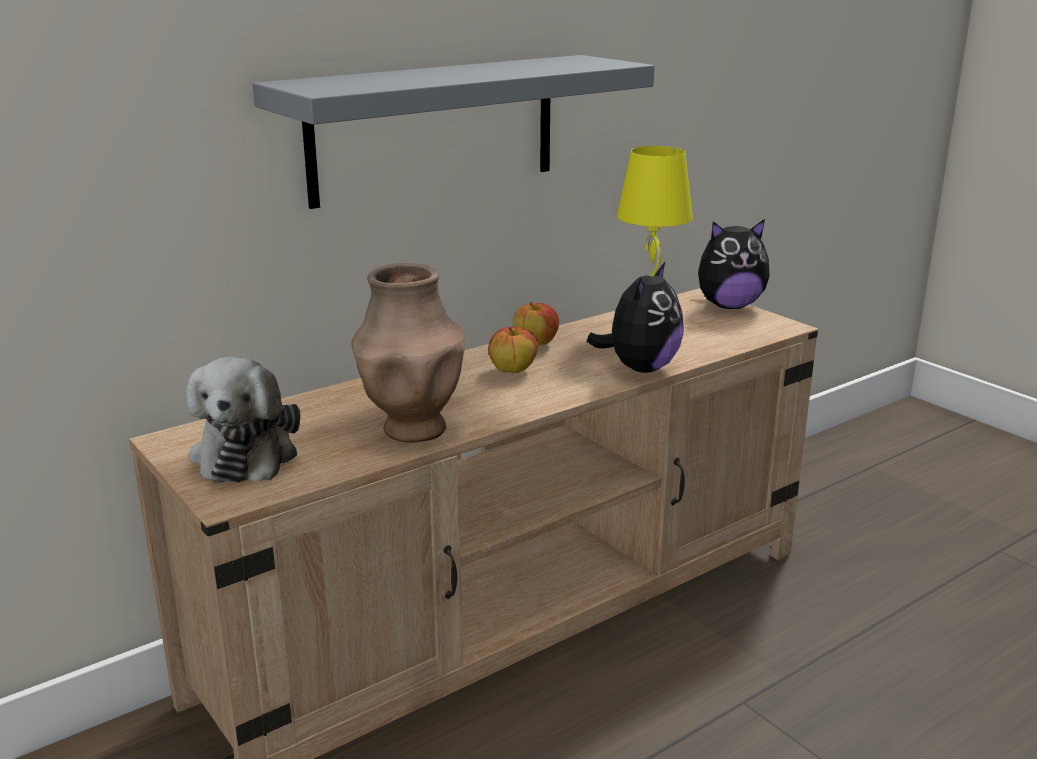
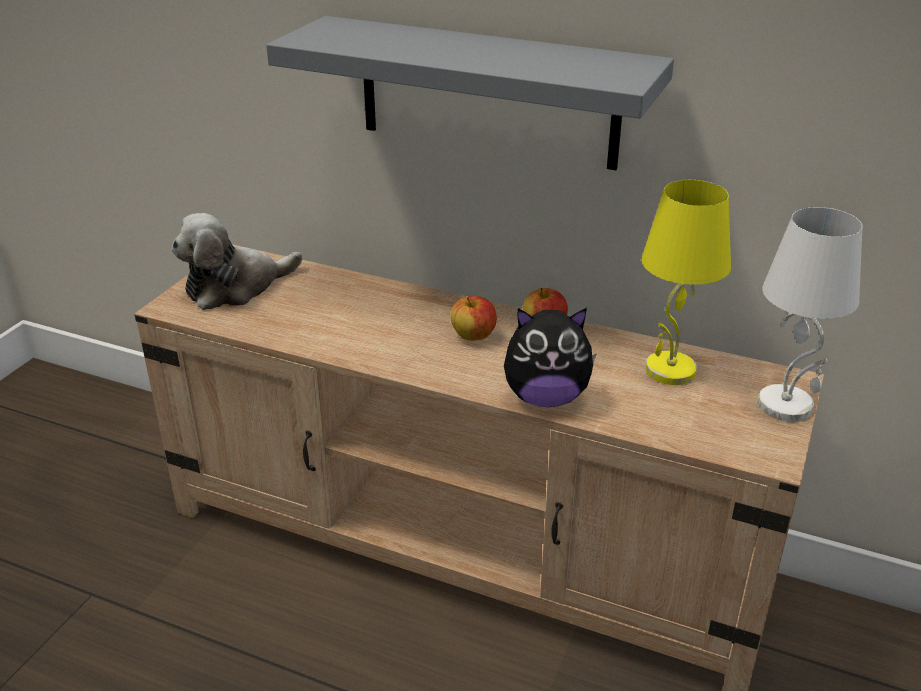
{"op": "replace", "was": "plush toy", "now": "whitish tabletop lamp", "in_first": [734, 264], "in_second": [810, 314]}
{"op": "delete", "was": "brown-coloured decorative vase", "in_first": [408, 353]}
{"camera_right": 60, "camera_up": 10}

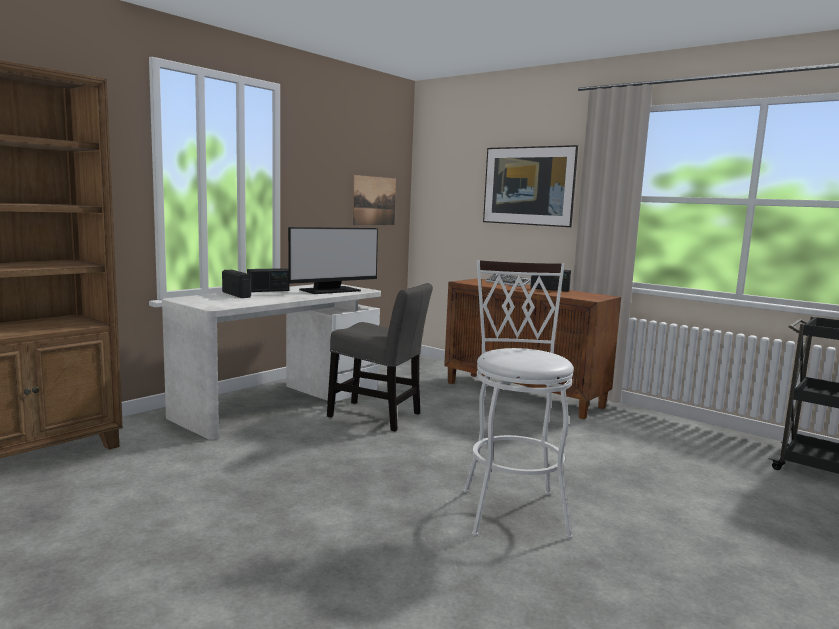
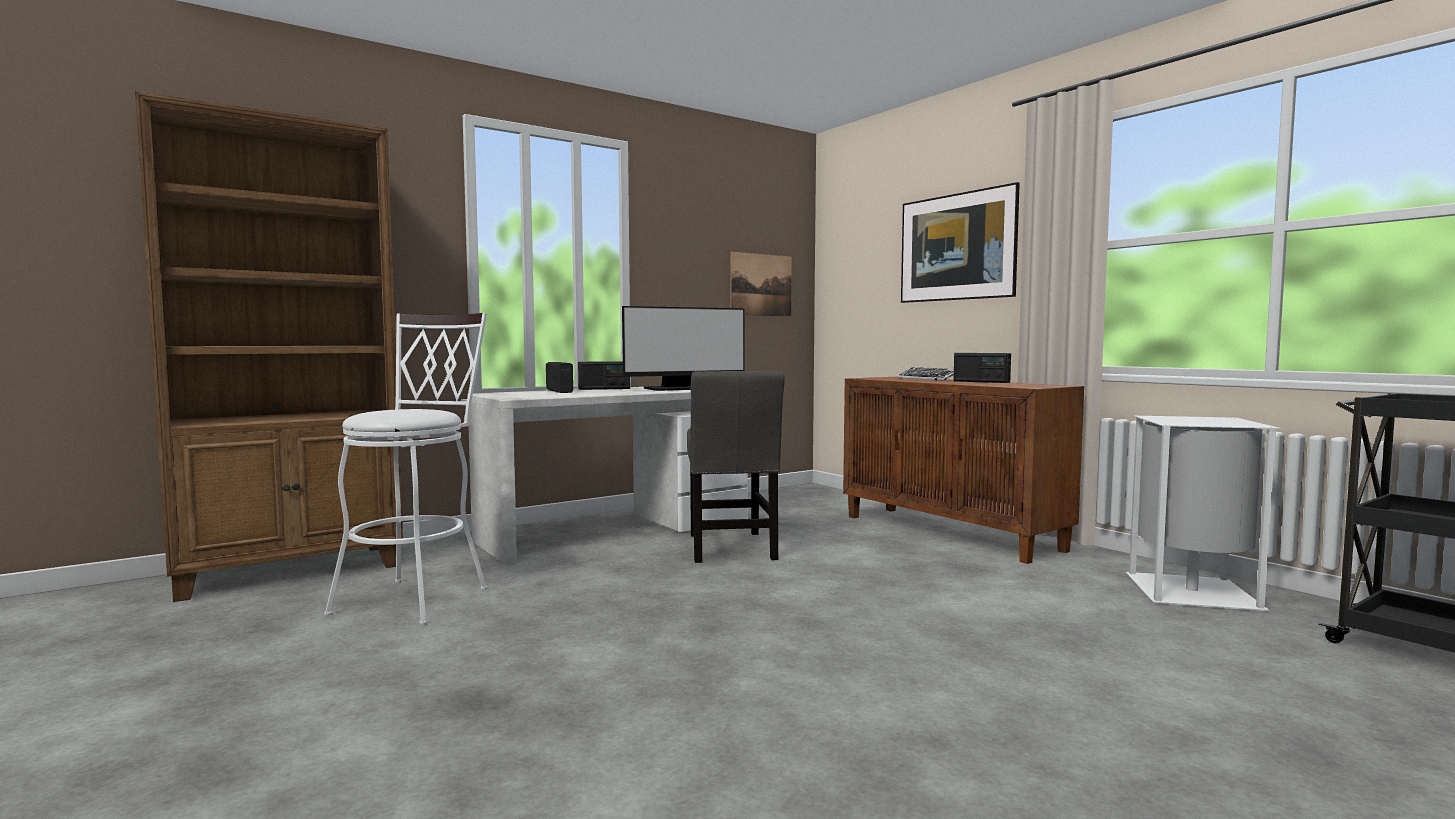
{"op": "move", "was": "whitish stool seat", "in_first": [519, 399], "in_second": [406, 469]}
{"op": "rotate", "was": "grey chair", "in_first": [380, 357], "in_second": [736, 467], "clockwise": 45}
{"op": "insert", "now": "whitish rubbish bin", "in_second": [1203, 513]}
{"camera_right": 15, "camera_up": -5}

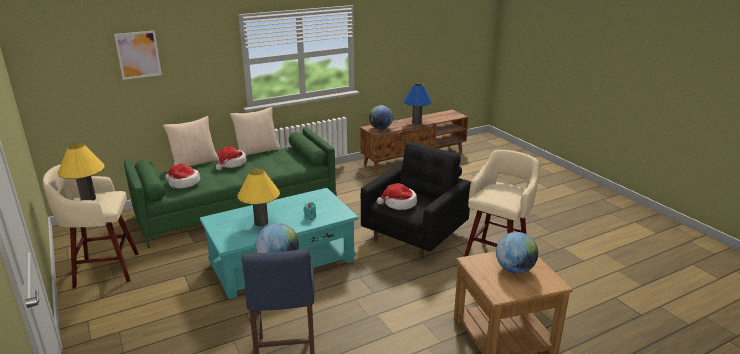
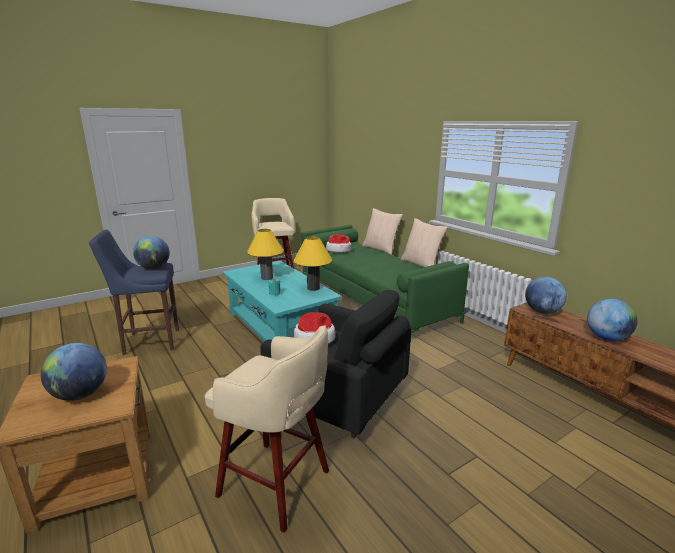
{"op": "delete", "was": "wall art", "in_first": [138, 55]}
{"op": "replace", "was": "blue-coloured tabletop lamp", "now": "globe", "in_first": [417, 104], "in_second": [612, 319]}
{"op": "move", "was": "yellow-coloured tabletop lamp", "in_first": [81, 172], "in_second": [312, 263]}
{"op": "delete", "was": "wearable hat", "in_first": [231, 158]}
{"camera_right": 85, "camera_up": -5}

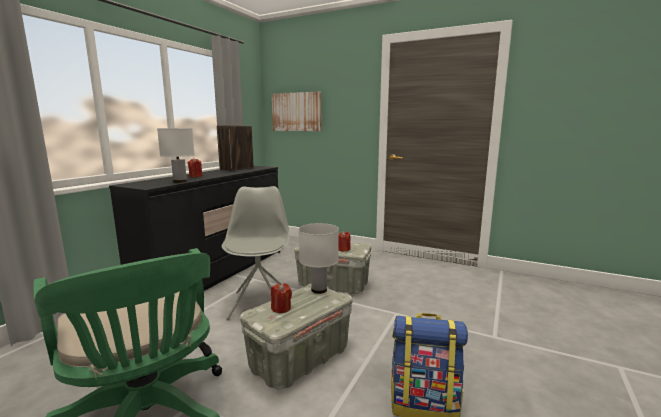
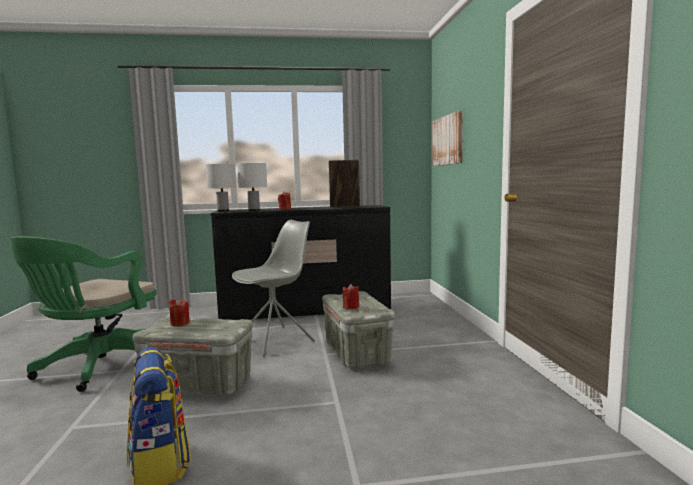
{"op": "move", "was": "whitish tabletop lamp", "in_first": [319, 258], "in_second": [221, 188]}
{"camera_right": 55, "camera_up": -5}

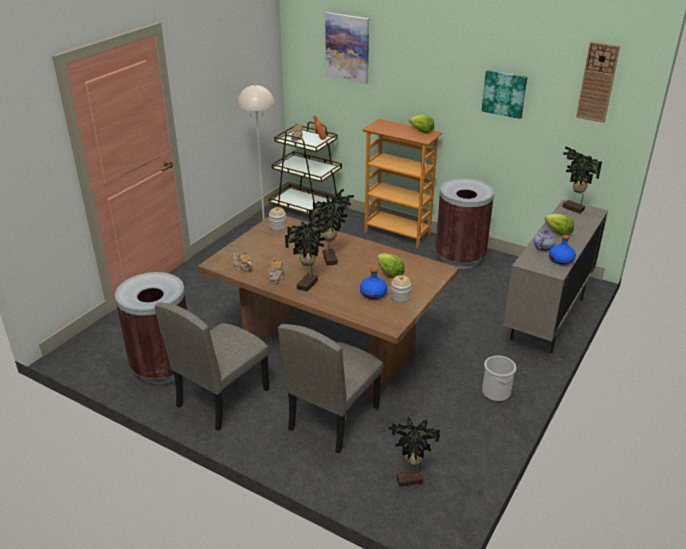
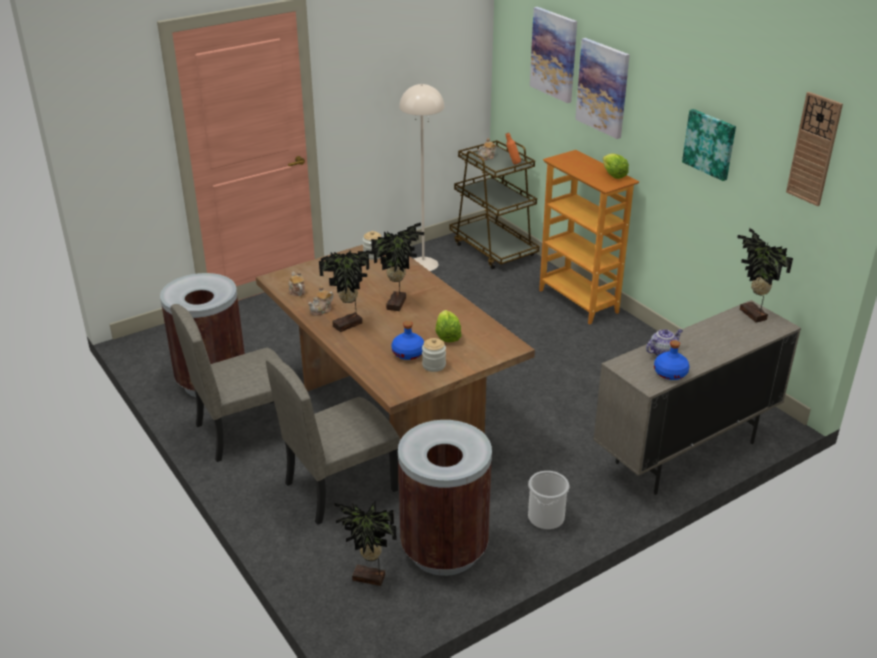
{"op": "move", "was": "brown-coloured rubbish bin", "in_first": [464, 223], "in_second": [445, 498]}
{"op": "delete", "was": "lettuce head", "in_first": [559, 224]}
{"op": "insert", "now": "wall art", "in_second": [602, 88]}
{"camera_right": 25, "camera_up": 0}

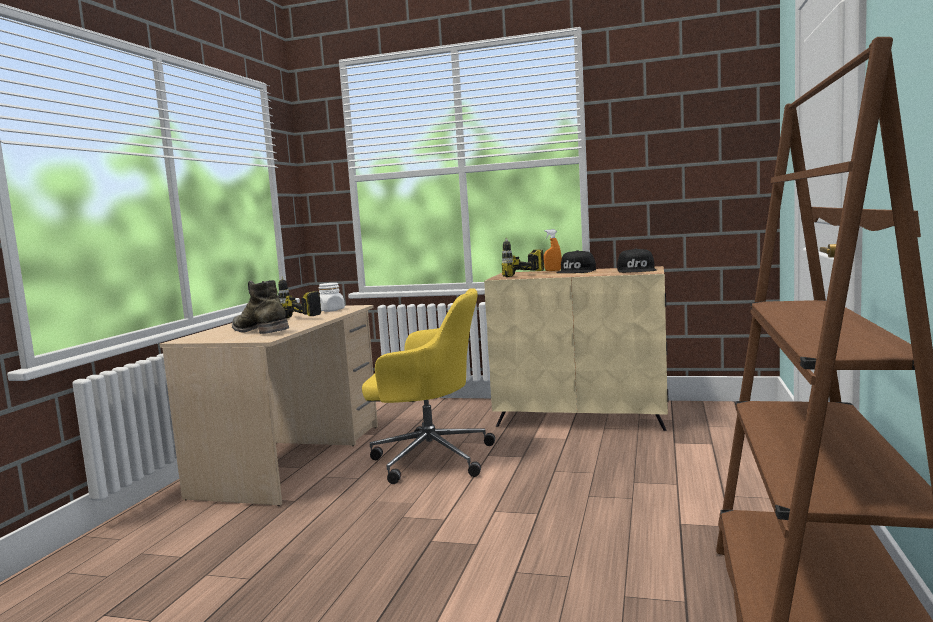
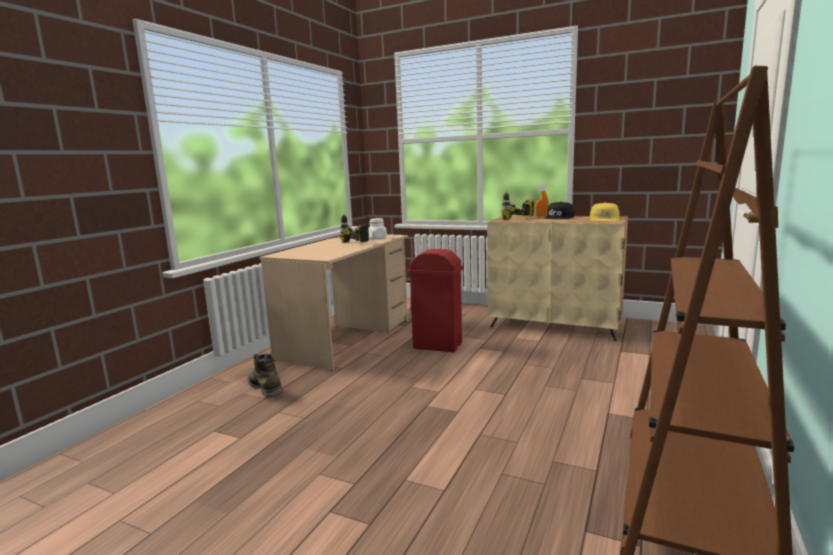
{"op": "recolor", "was": "black-coloured cap", "now": "yellow-coloured cap", "in_first": [636, 260], "in_second": [605, 211]}
{"op": "move", "was": "green boot", "in_first": [260, 307], "in_second": [265, 375]}
{"op": "replace", "was": "yellow-coloured desk chair", "now": "reddish rubbish bin", "in_first": [428, 386], "in_second": [435, 300]}
{"camera_right": 10, "camera_up": 5}

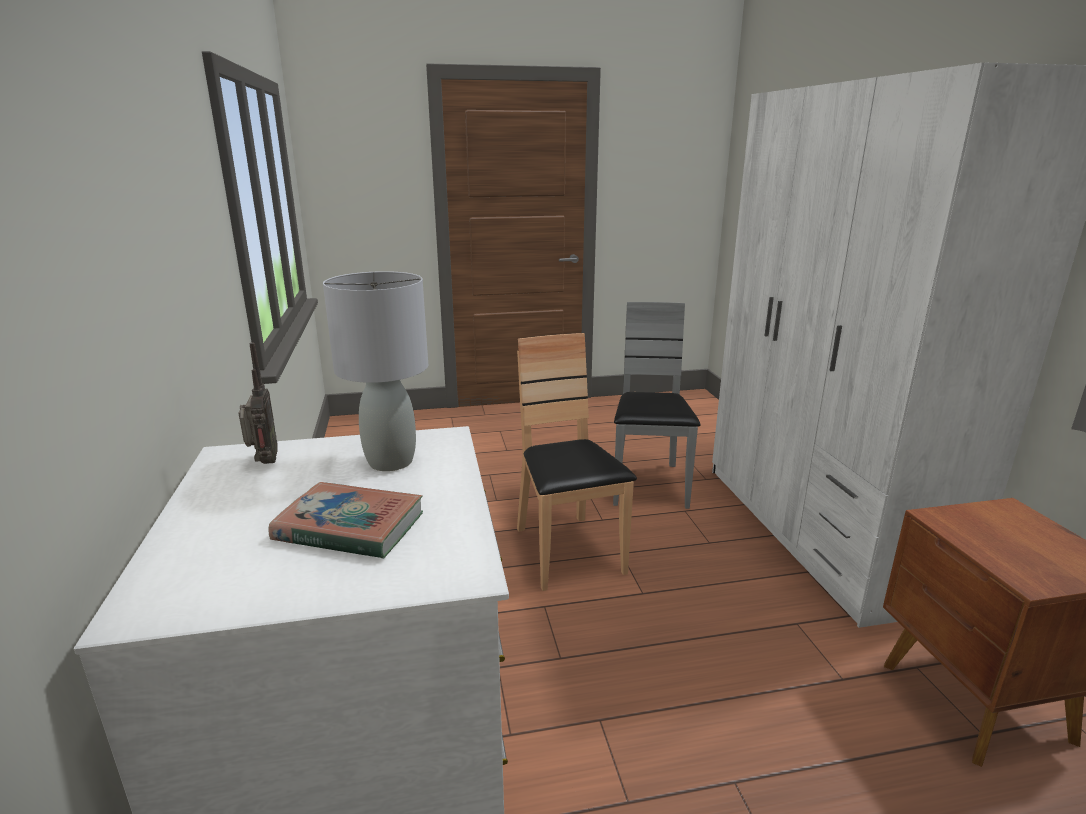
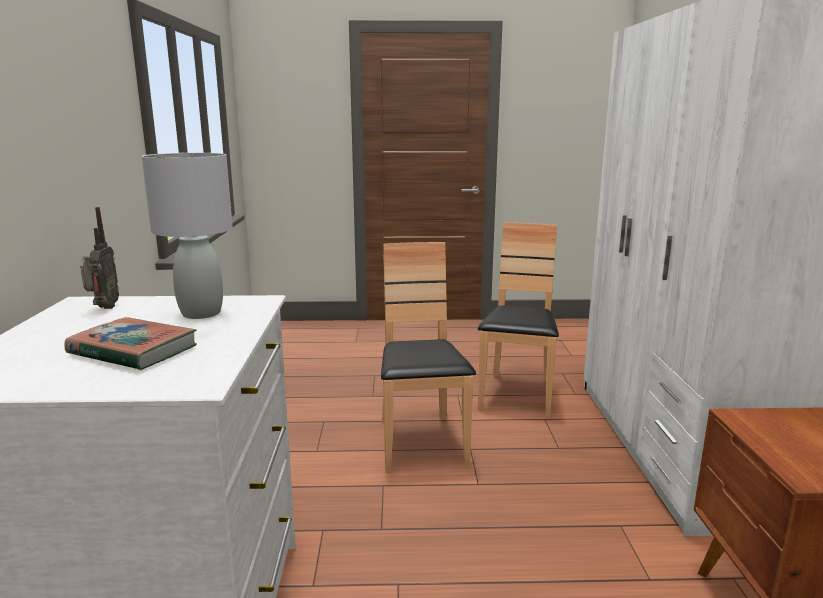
{"op": "recolor", "was": "grey chair", "now": "brown-coloured chair", "in_first": [657, 405], "in_second": [518, 320]}
{"camera_right": 10, "camera_up": -5}

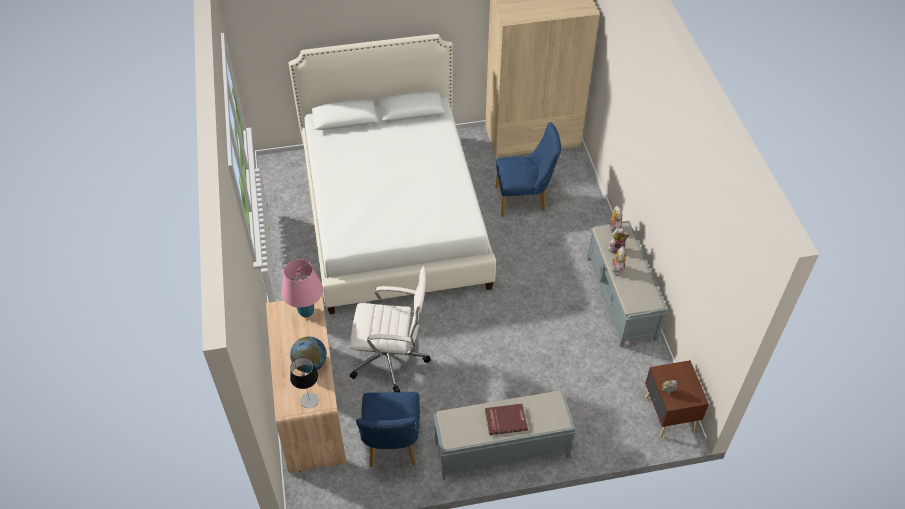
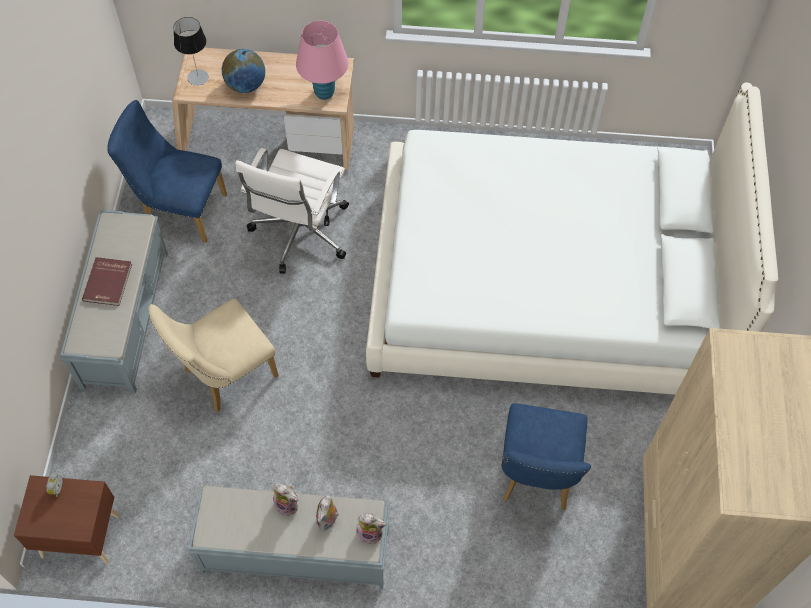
{"op": "insert", "now": "sand-coloured chair", "in_second": [213, 355]}
{"camera_right": 105, "camera_up": 10}

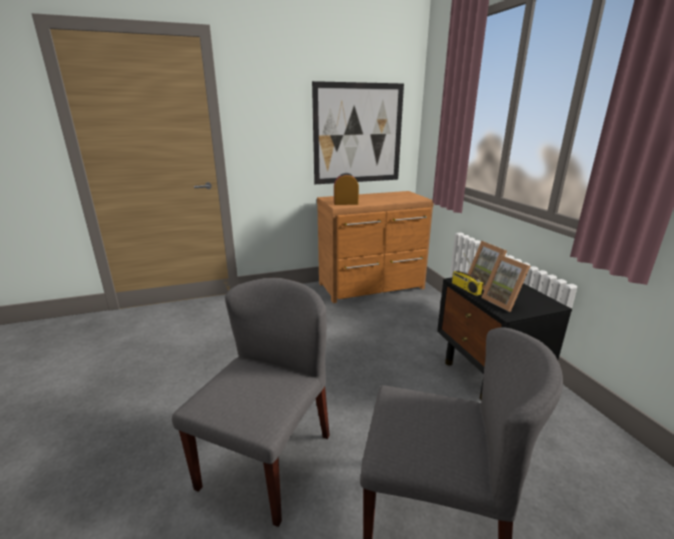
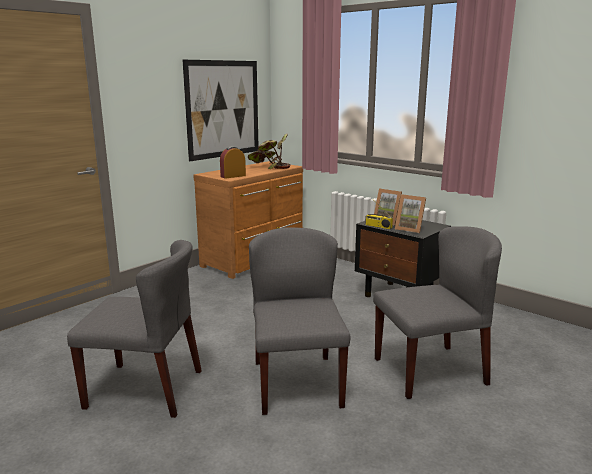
{"op": "insert", "now": "houseplant", "in_second": [269, 151]}
{"op": "insert", "now": "grey chair", "in_second": [134, 329]}
{"camera_right": -30, "camera_up": -5}

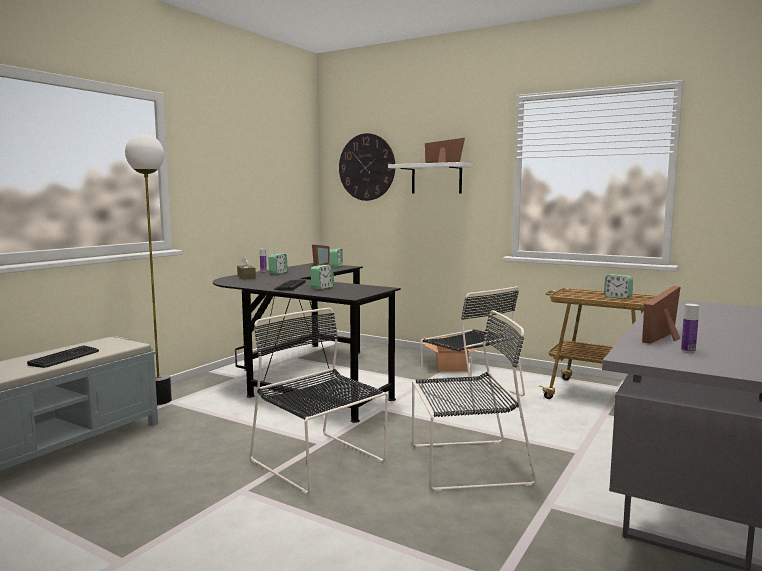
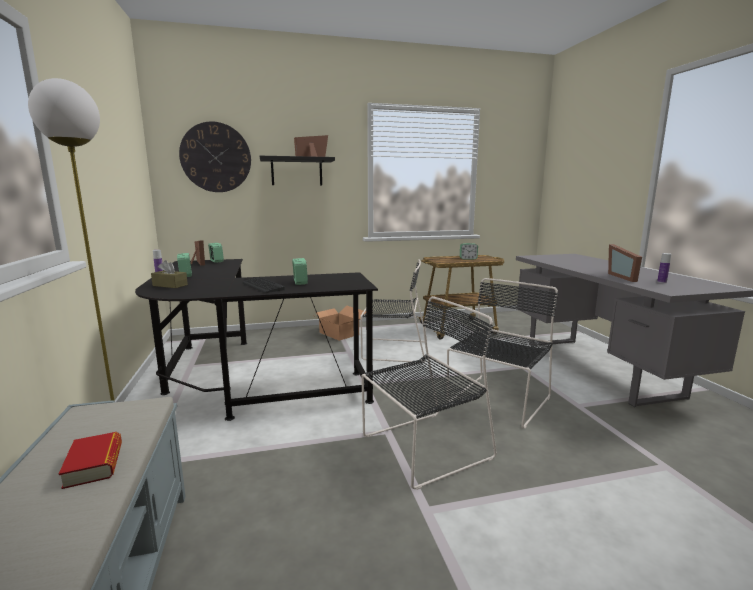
{"op": "recolor", "was": "whitish shelf", "now": "black-coloured shelf", "in_first": [430, 178], "in_second": [297, 171]}
{"op": "rotate", "was": "black-coloured chair", "in_first": [319, 401], "in_second": [429, 393], "clockwise": 150}
{"op": "replace", "was": "PC keyboard", "now": "volume", "in_first": [63, 356], "in_second": [90, 460]}
{"camera_right": -45, "camera_up": 5}

